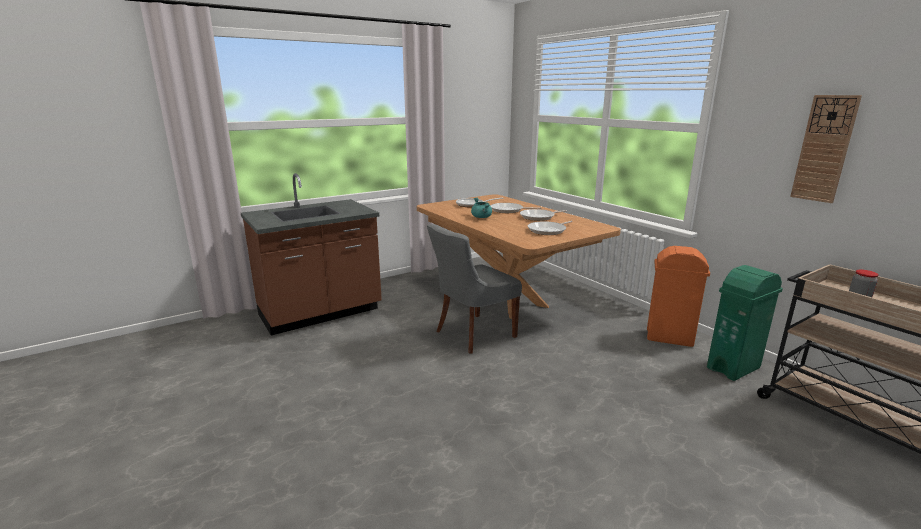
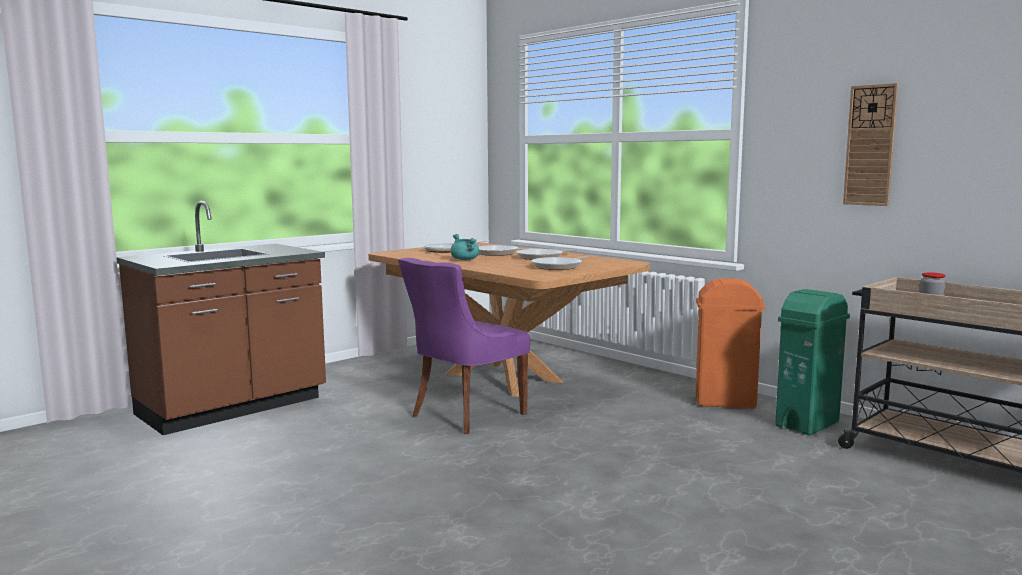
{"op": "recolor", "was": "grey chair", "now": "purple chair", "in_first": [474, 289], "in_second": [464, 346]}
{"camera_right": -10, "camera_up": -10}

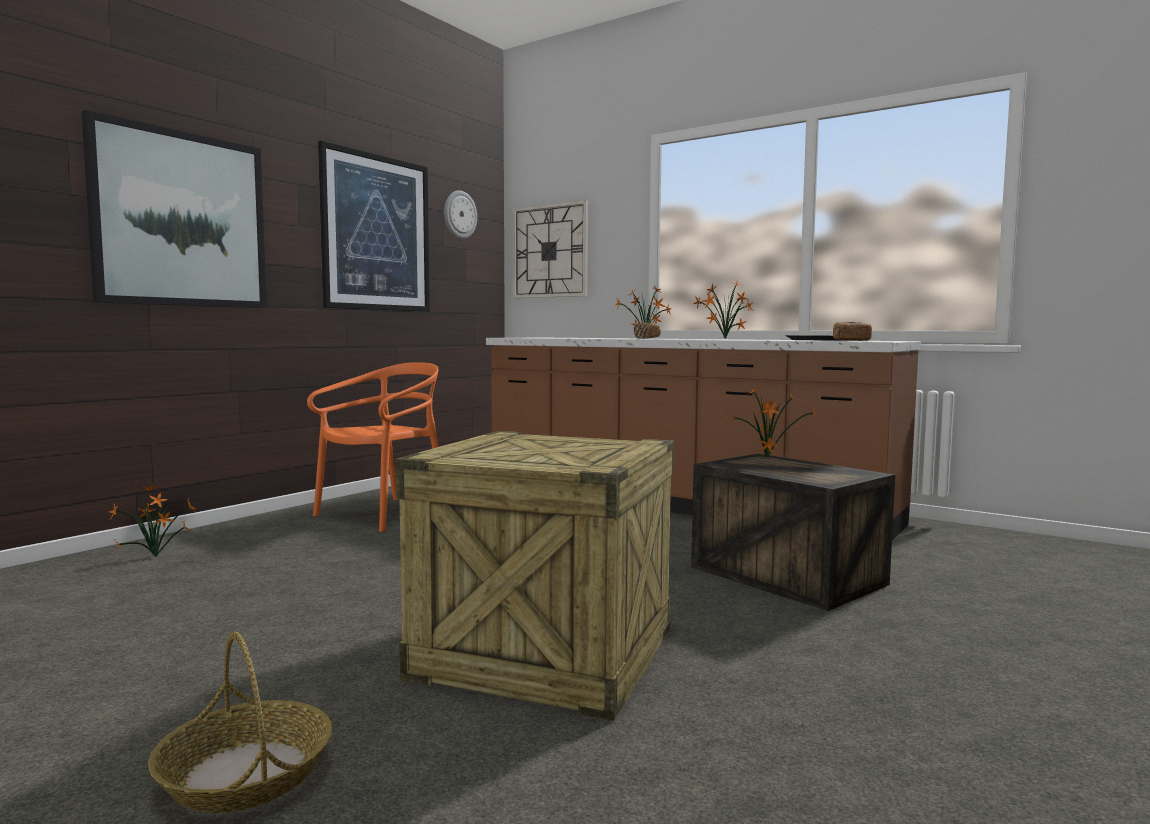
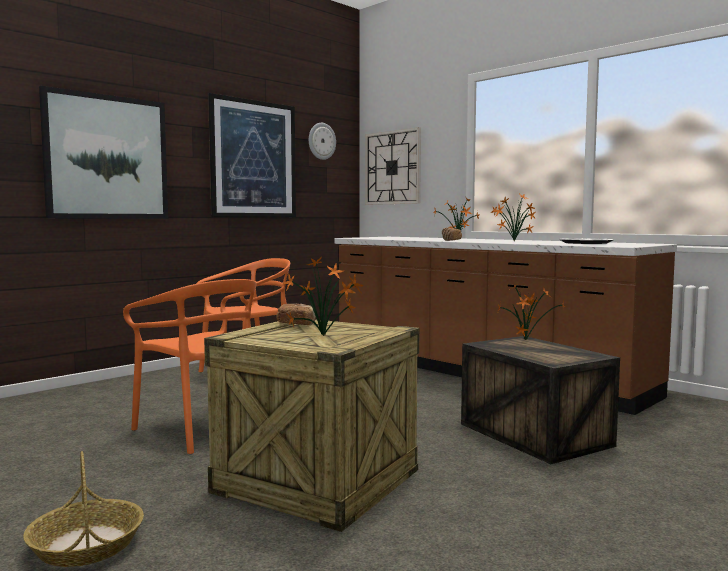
{"op": "move", "was": "baked bread", "in_first": [852, 331], "in_second": [296, 314]}
{"op": "move", "was": "houseplant", "in_first": [153, 520], "in_second": [323, 296]}
{"op": "insert", "now": "orange-coloured chair", "in_second": [189, 366]}
{"camera_right": 10, "camera_up": 0}

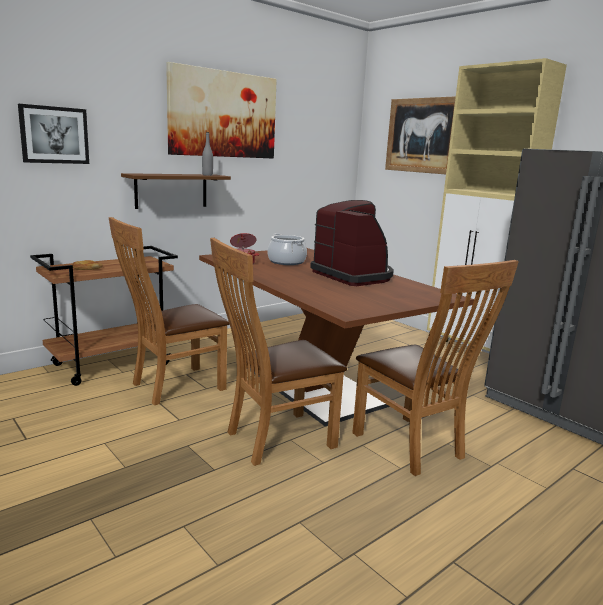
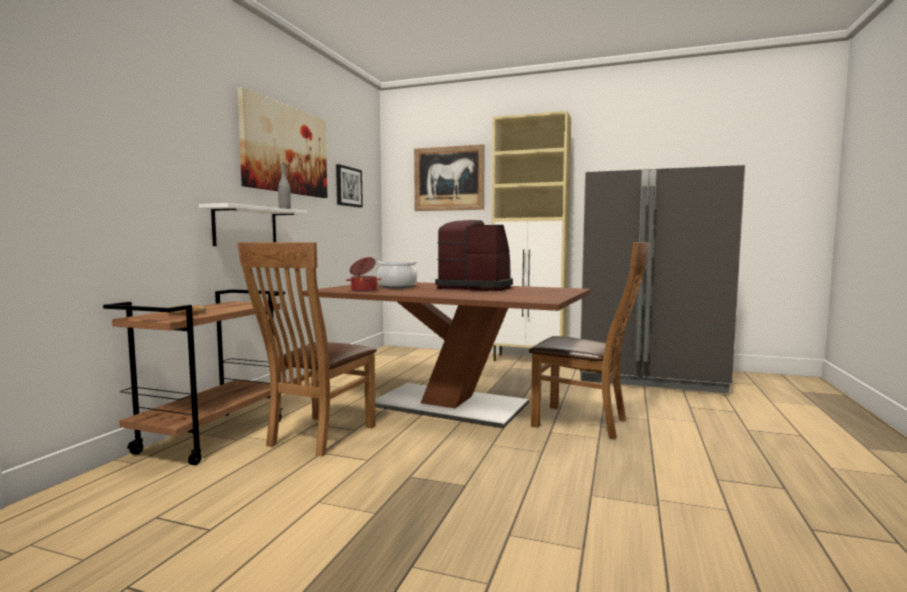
{"op": "move", "was": "wall art", "in_first": [53, 134], "in_second": [349, 186]}
{"op": "recolor", "was": "brown-coloured shelf", "now": "whitish shelf", "in_first": [176, 191], "in_second": [253, 224]}
{"op": "delete", "was": "brown-coloured chair", "in_first": [278, 352]}
{"camera_right": -30, "camera_up": -10}

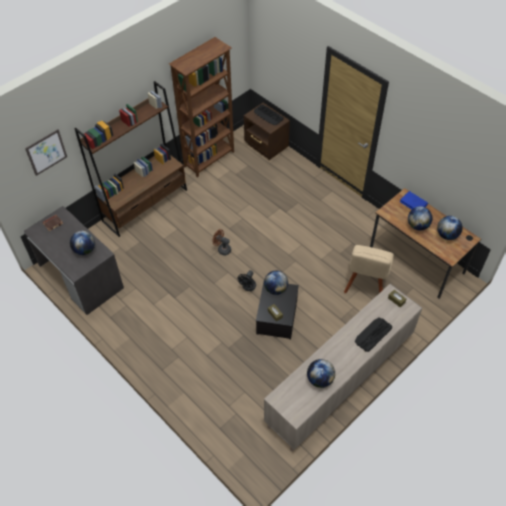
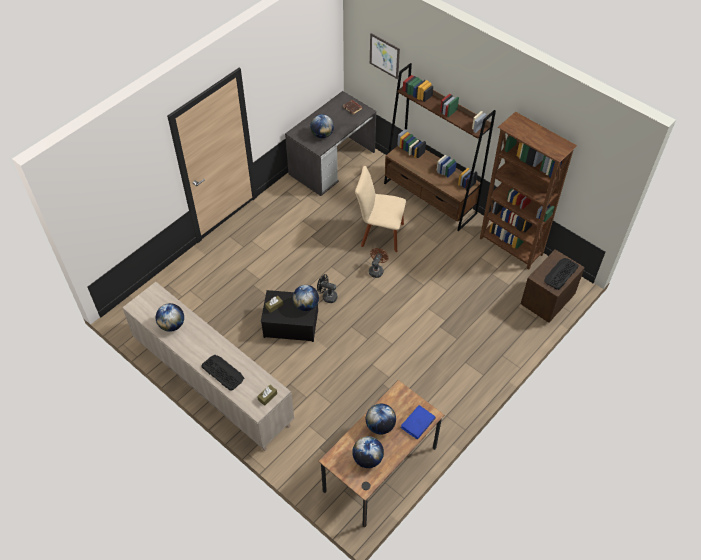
{"op": "move", "was": "sand-coloured chair", "in_first": [369, 269], "in_second": [380, 209]}
{"camera_right": 85, "camera_up": 0}

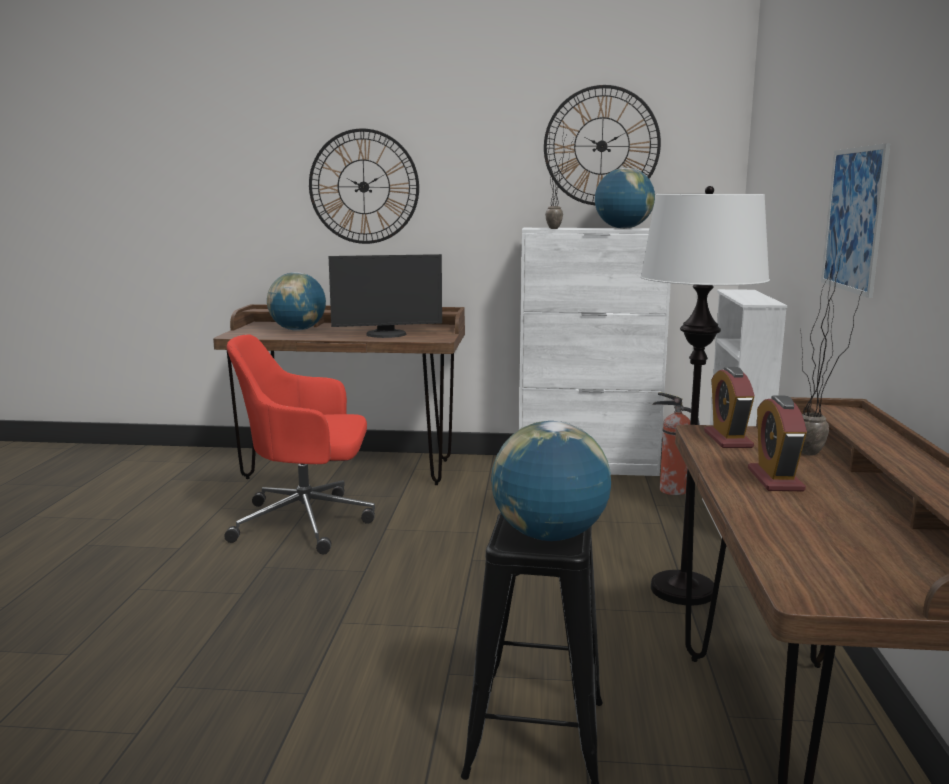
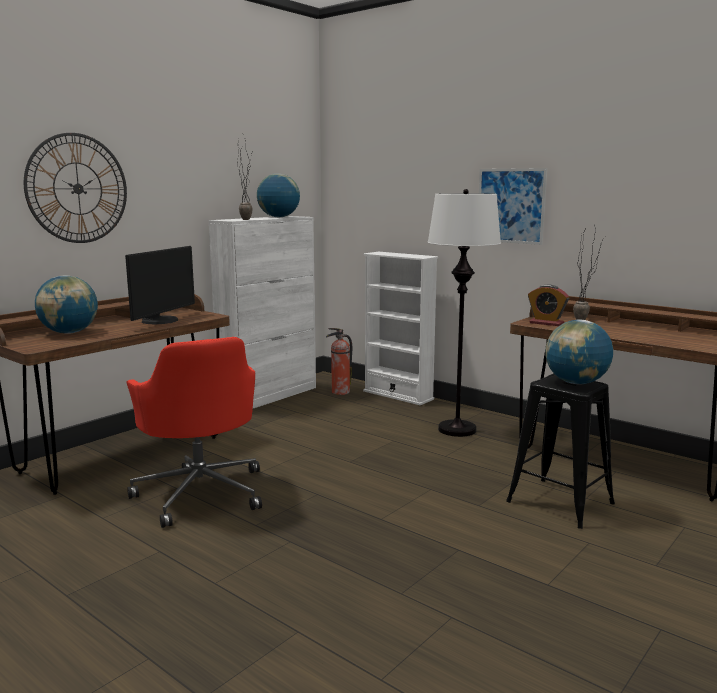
{"op": "delete", "was": "wall clock", "in_first": [602, 145]}
{"op": "rotate", "was": "reddish desk chair", "in_first": [299, 444], "in_second": [194, 432], "clockwise": -60}
{"op": "delete", "was": "table clock", "in_first": [777, 443]}
{"camera_right": -55, "camera_up": 0}

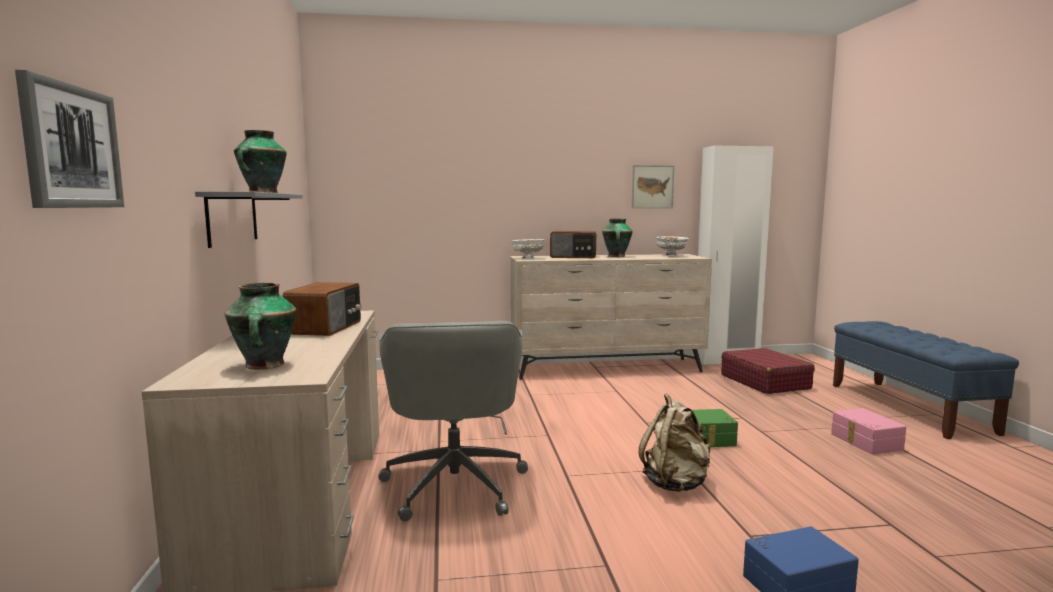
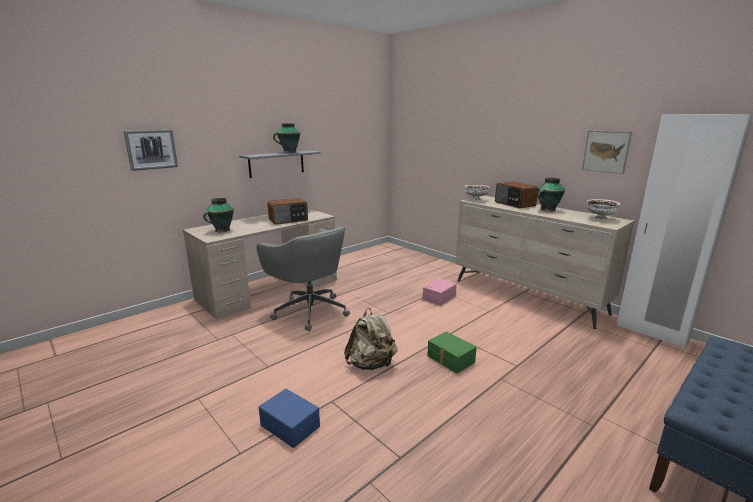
{"op": "rotate", "was": "grey desk chair", "in_first": [453, 421], "in_second": [303, 279], "clockwise": -90}
{"op": "delete", "was": "reddish travel case", "in_first": [768, 371]}
{"op": "move", "was": "pink storage box", "in_first": [868, 431], "in_second": [440, 292]}
{"camera_right": 55, "camera_up": 10}

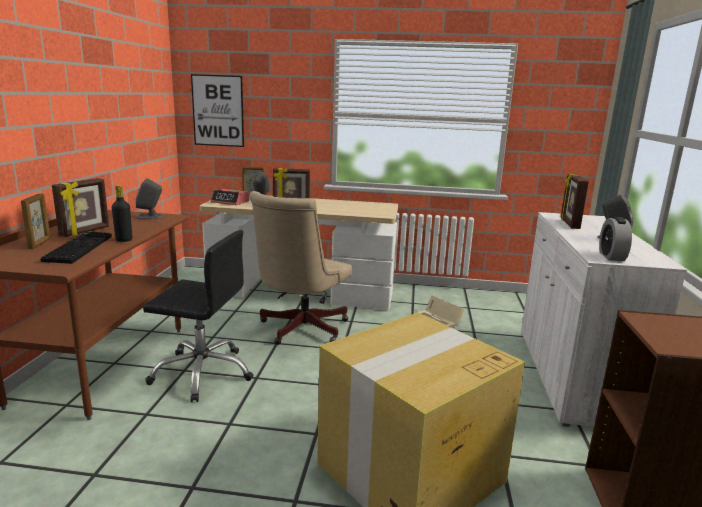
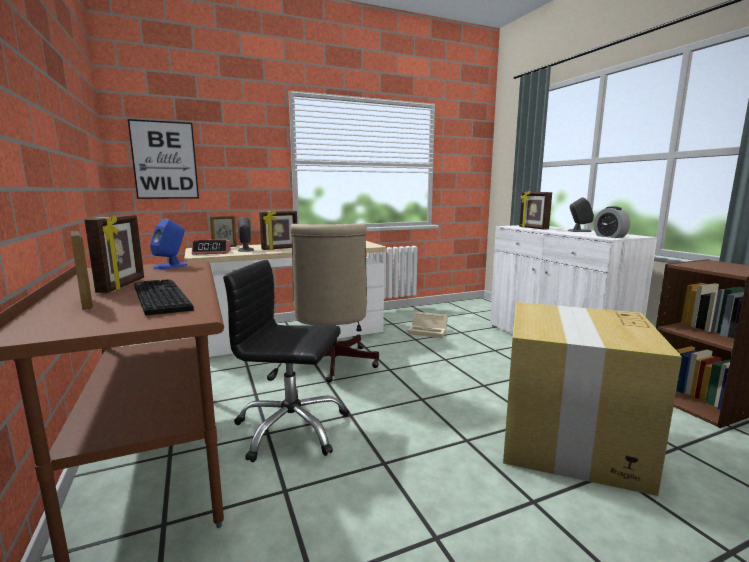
{"op": "recolor", "was": "grey speaker", "now": "blue-coloured speaker", "in_first": [149, 198], "in_second": [168, 243]}
{"op": "delete", "was": "black-coloured beverage bottle", "in_first": [122, 213]}
{"op": "rotate", "was": "black-coloured desk chair", "in_first": [198, 316], "in_second": [286, 361], "clockwise": -150}
{"camera_right": -30, "camera_up": -5}

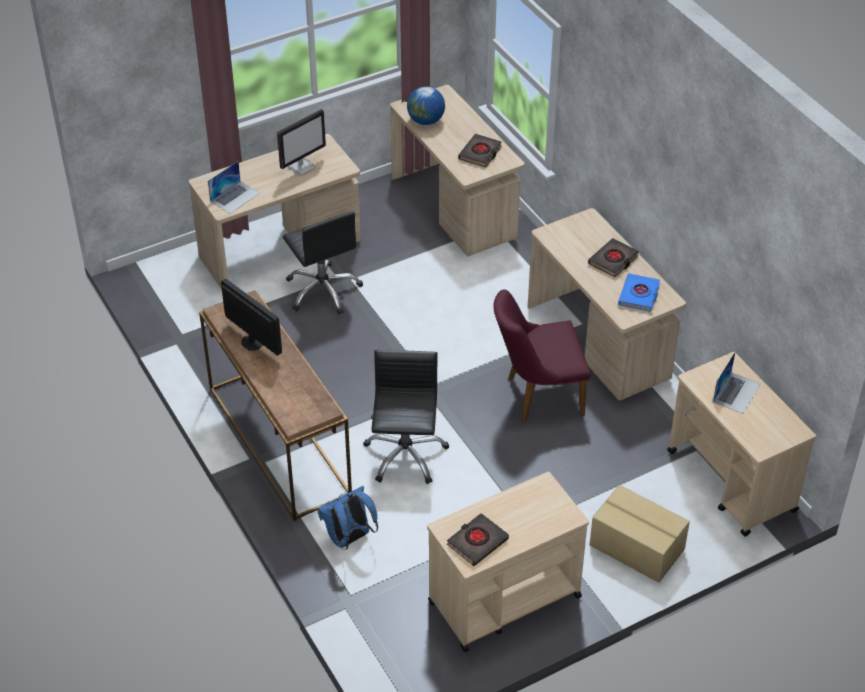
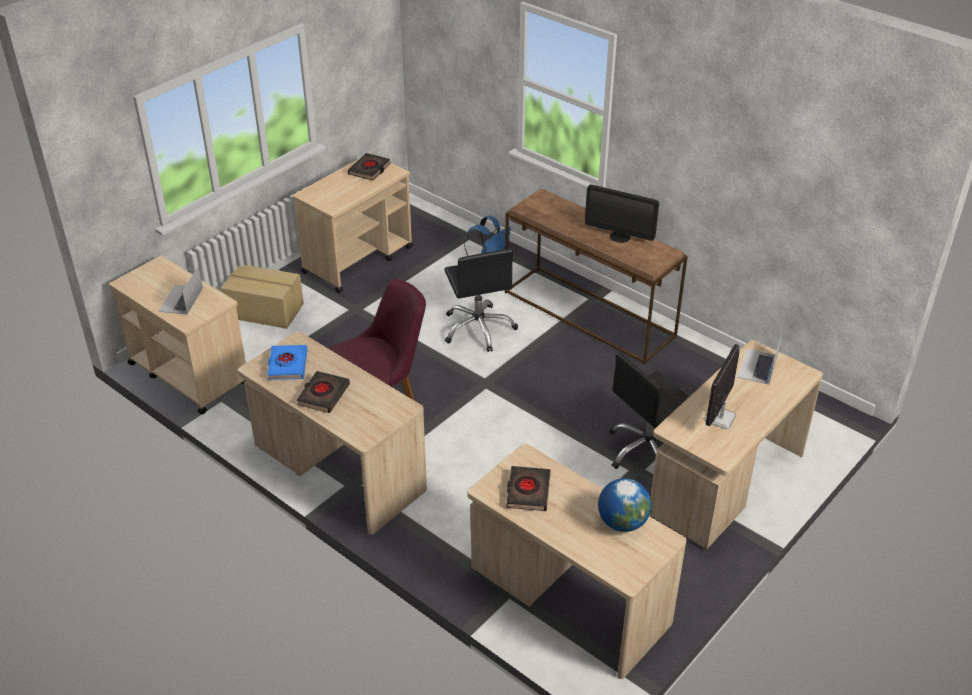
{"op": "rotate", "was": "black-coloured desk chair", "in_first": [323, 262], "in_second": [649, 410], "clockwise": -75}
{"camera_right": 160, "camera_up": -5}

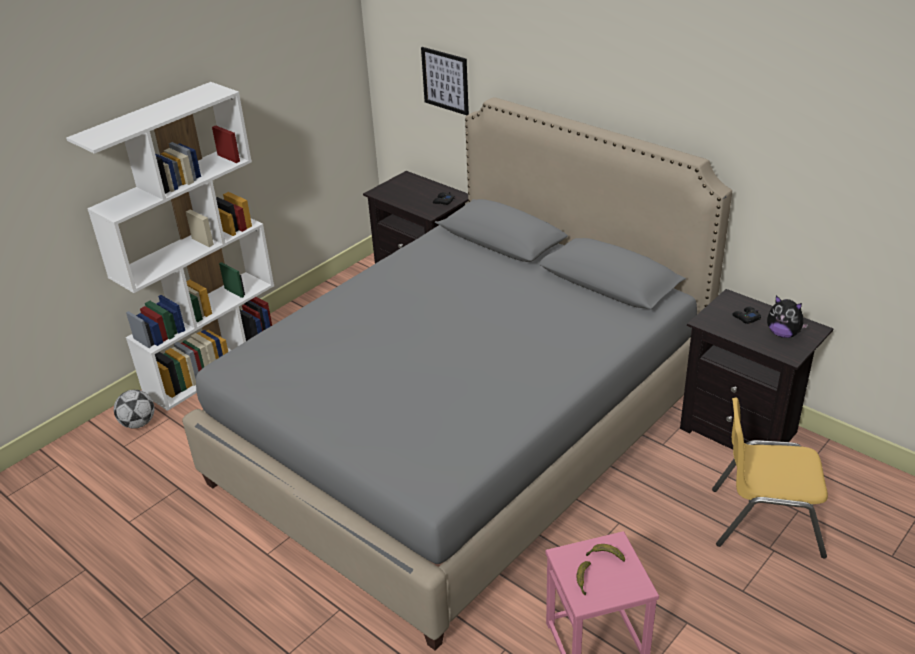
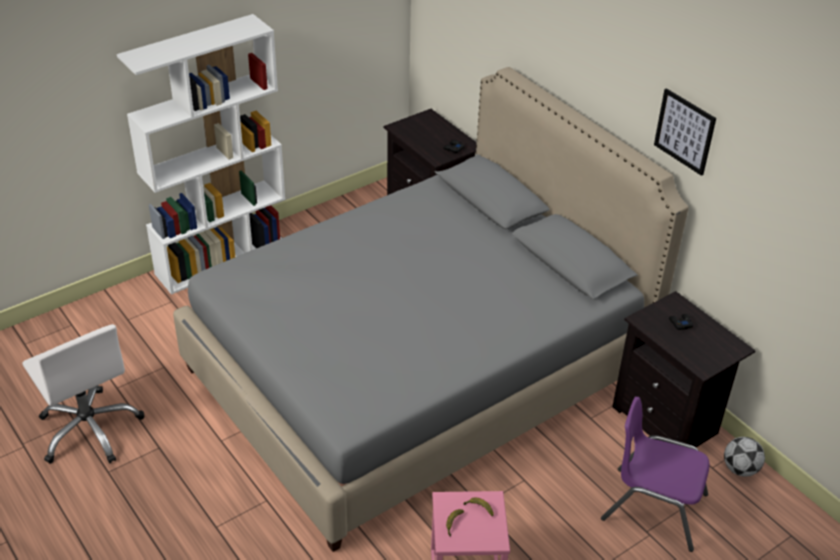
{"op": "move", "was": "wall art", "in_first": [445, 81], "in_second": [685, 132]}
{"op": "delete", "was": "plush toy", "in_first": [788, 316]}
{"op": "move", "was": "ball for football", "in_first": [134, 409], "in_second": [744, 457]}
{"op": "recolor", "was": "yellow-coloured chair", "now": "purple chair", "in_first": [770, 478], "in_second": [655, 474]}
{"op": "insert", "now": "whitish desk chair", "in_second": [83, 394]}
{"camera_right": 10, "camera_up": 5}

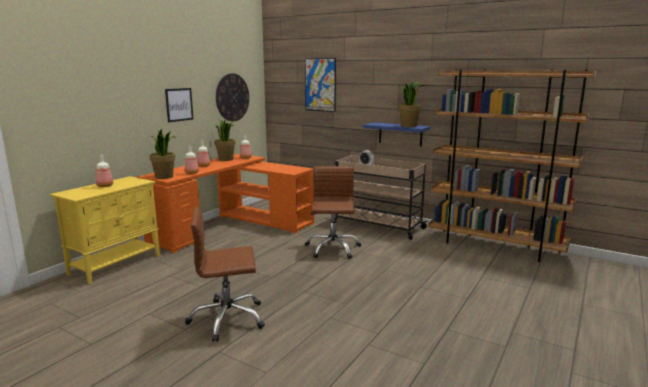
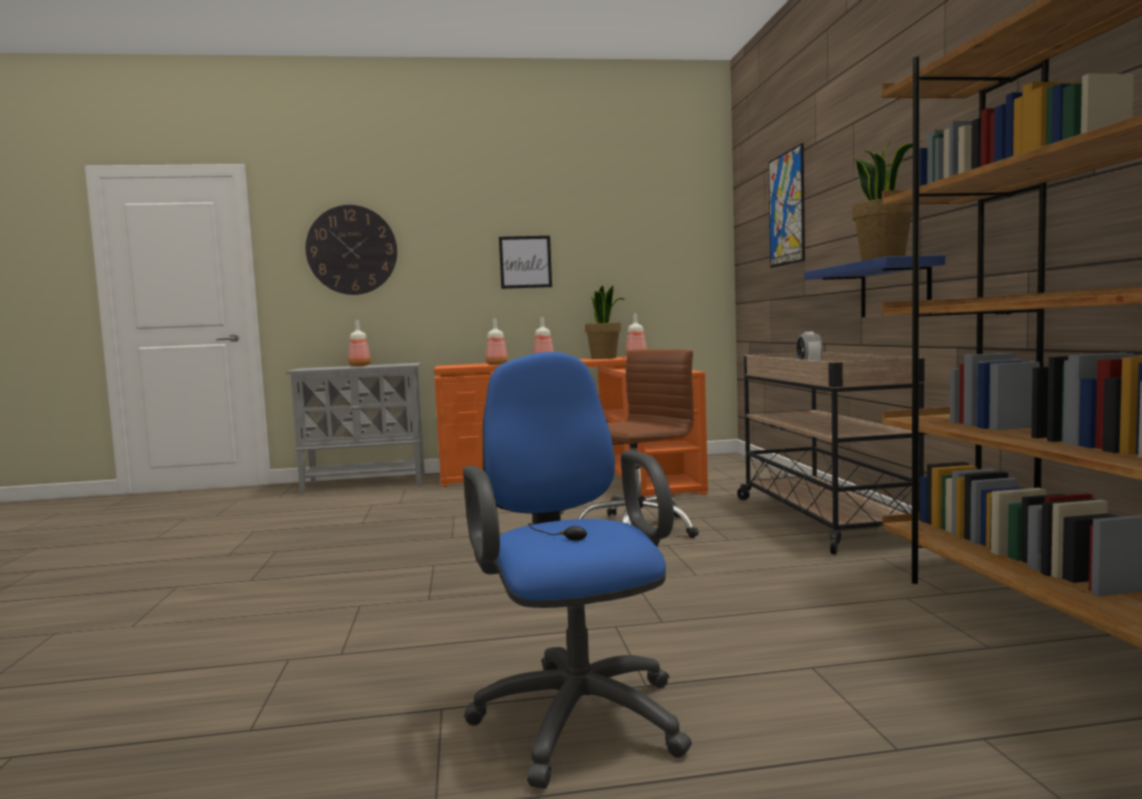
{"op": "move", "was": "wall clock", "in_first": [232, 97], "in_second": [351, 250]}
{"op": "delete", "was": "houseplant", "in_first": [162, 154]}
{"op": "recolor", "was": "yellow-coloured storage cabinet", "now": "grey storage cabinet", "in_first": [105, 230], "in_second": [355, 428]}
{"op": "delete", "was": "brown-coloured desk chair", "in_first": [225, 274]}
{"op": "insert", "now": "blue-coloured desk chair", "in_second": [577, 570]}
{"camera_right": 50, "camera_up": -10}

